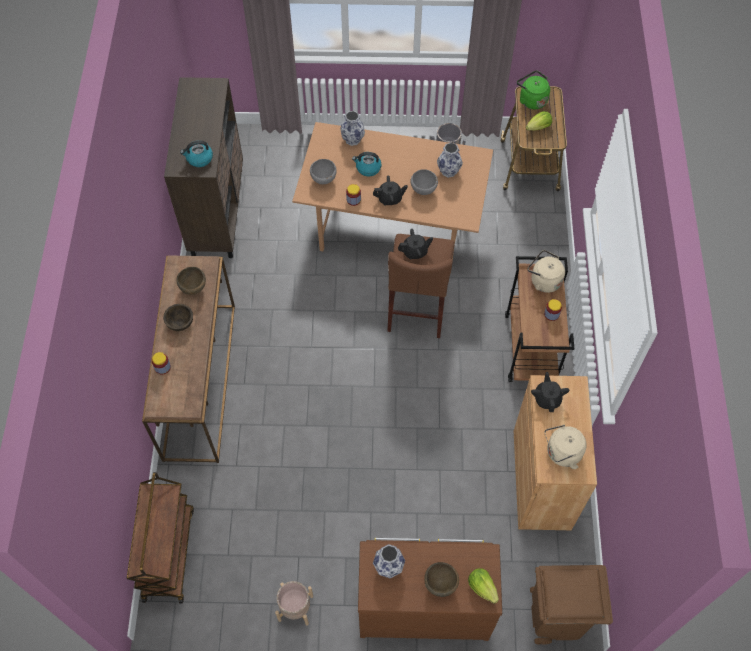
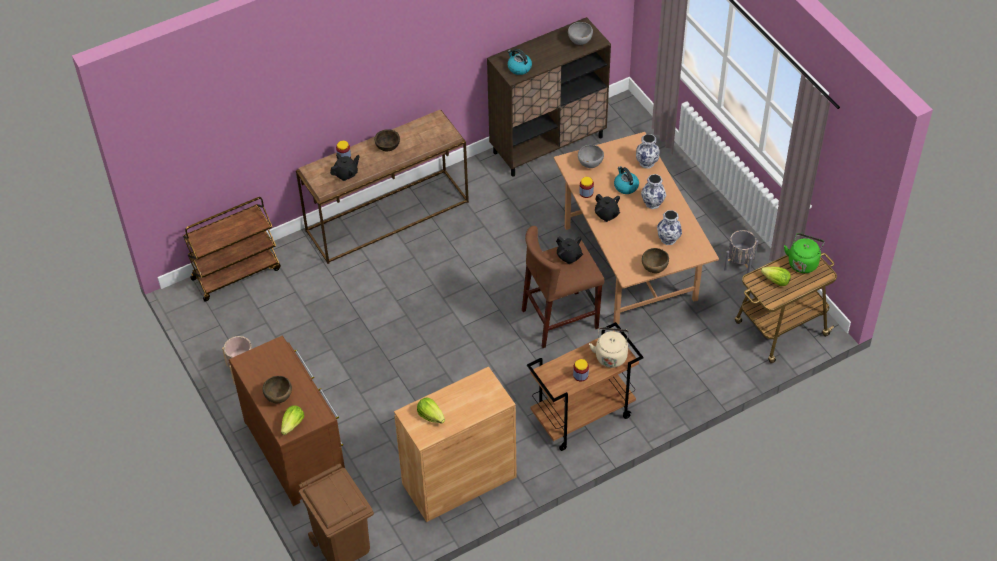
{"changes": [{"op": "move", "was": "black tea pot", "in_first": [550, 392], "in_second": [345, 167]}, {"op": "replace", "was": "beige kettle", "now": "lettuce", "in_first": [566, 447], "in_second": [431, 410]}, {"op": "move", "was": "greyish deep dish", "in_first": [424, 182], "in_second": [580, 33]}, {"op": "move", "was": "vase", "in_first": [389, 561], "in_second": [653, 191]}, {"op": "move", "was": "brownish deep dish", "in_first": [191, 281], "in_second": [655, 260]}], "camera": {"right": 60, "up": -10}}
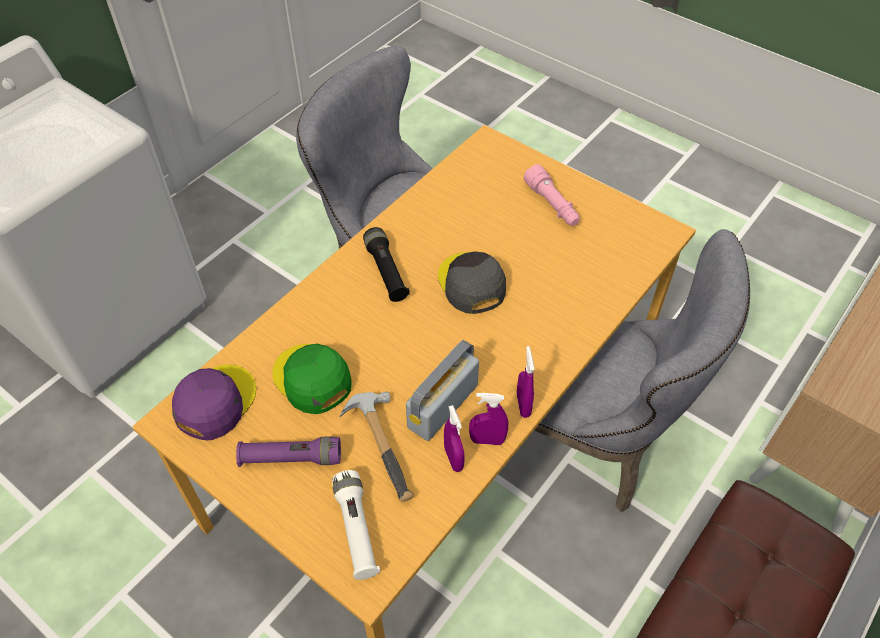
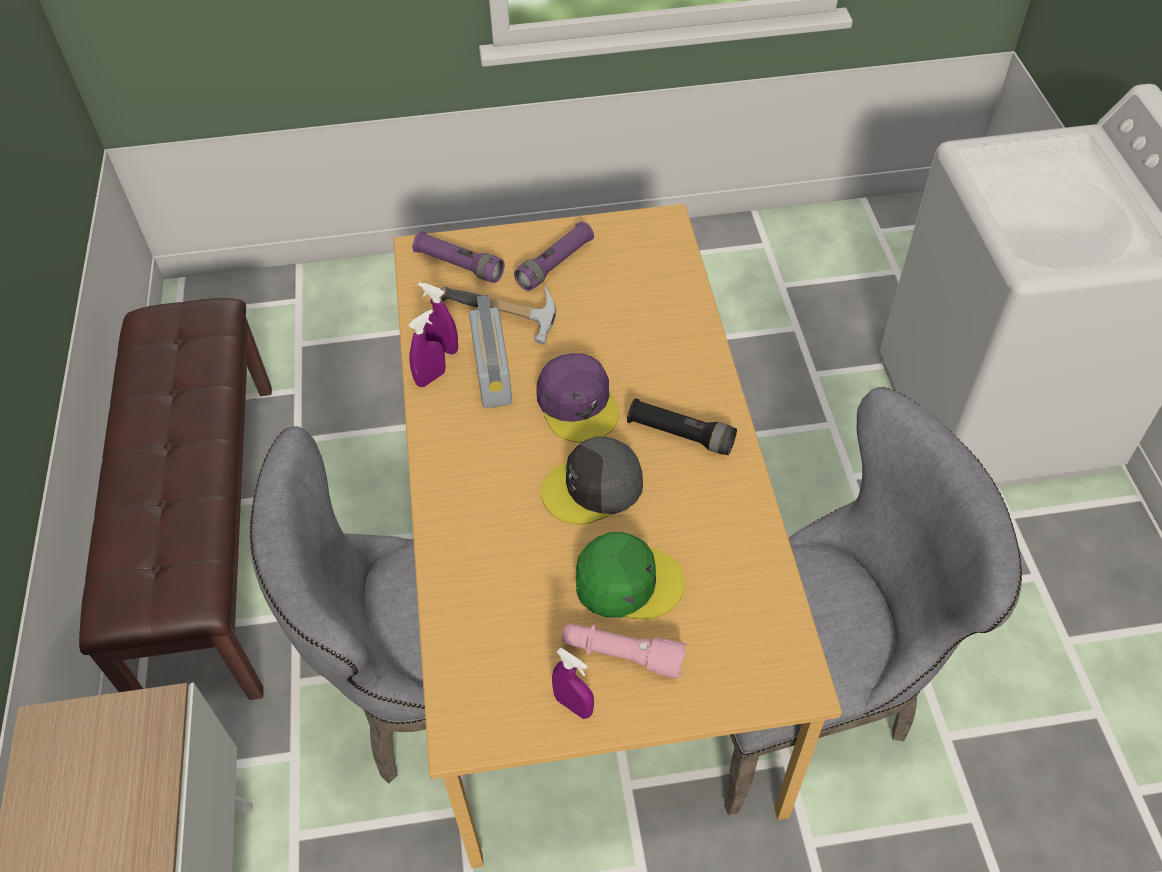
{"changes": [{"op": "recolor", "was": "white-coloured flashlight", "now": "purple flashlight", "in_first": [356, 525], "in_second": [458, 257]}, {"op": "move", "was": "purple peaked cap", "in_first": [214, 402], "in_second": [577, 398]}, {"op": "rotate", "was": "greyish peaked cap", "in_first": [472, 282], "in_second": [592, 480], "clockwise": 135}, {"op": "move", "was": "purple hand sprayer", "in_first": [525, 382], "in_second": [573, 683]}, {"op": "move", "was": "green-coloured peaked cap", "in_first": [312, 379], "in_second": [630, 575]}], "camera": {"right": 135, "up": 0}}
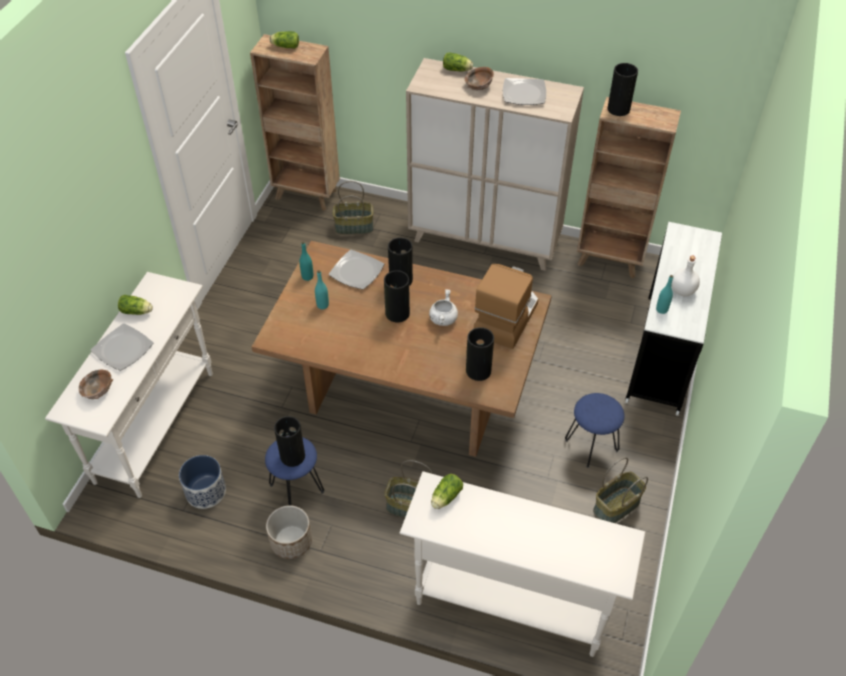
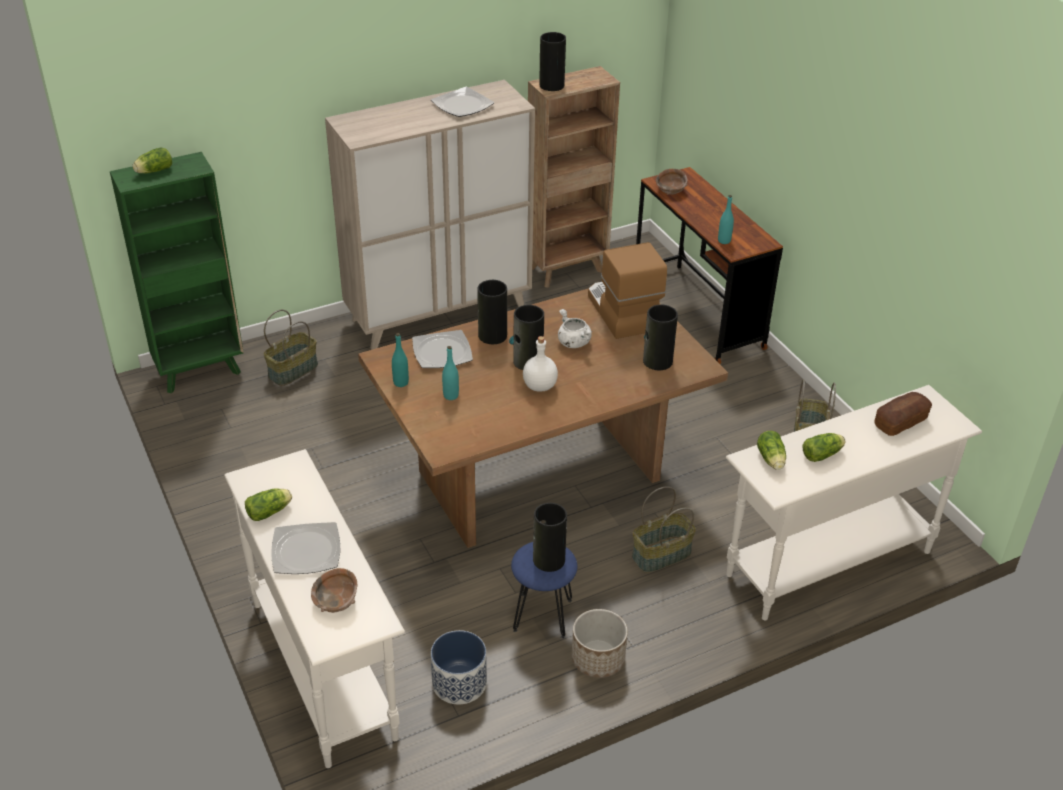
{"changes": [{"op": "recolor", "was": "brownish bookcase", "now": "green-coloured bookcase", "in_first": [295, 122], "in_second": [177, 272]}, {"op": "move", "was": "white-coloured bottle", "in_first": [685, 276], "in_second": [540, 364]}, {"op": "recolor", "was": "white-coloured desk", "now": "brownish desk", "in_first": [673, 319], "in_second": [709, 265]}, {"op": "move", "was": "brownish deep dish", "in_first": [479, 78], "in_second": [672, 182]}, {"op": "move", "was": "lettuce", "in_first": [458, 61], "in_second": [823, 447]}, {"op": "insert", "now": "baked bread", "in_second": [903, 414]}, {"op": "delete", "was": "blue-coloured stool seat", "in_first": [595, 430]}], "camera": {"right": -45, "up": -10}}
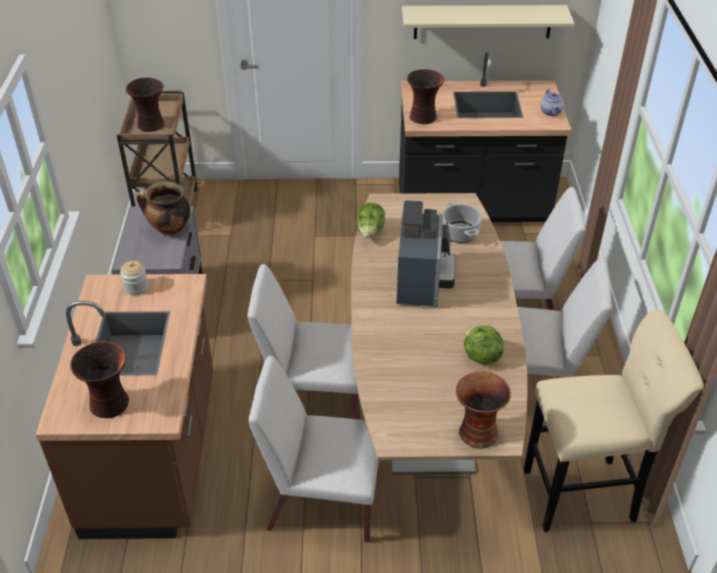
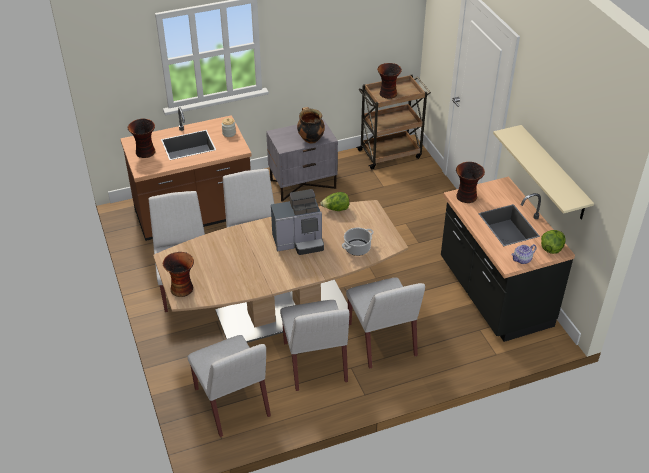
{"changes": [{"op": "replace", "was": "beige stool seat", "now": "white-coloured plain chair", "in_first": [614, 421], "in_second": [229, 386]}, {"op": "move", "was": "lettuce", "in_first": [484, 344], "in_second": [553, 242]}], "camera": {"right": 70, "up": 0}}
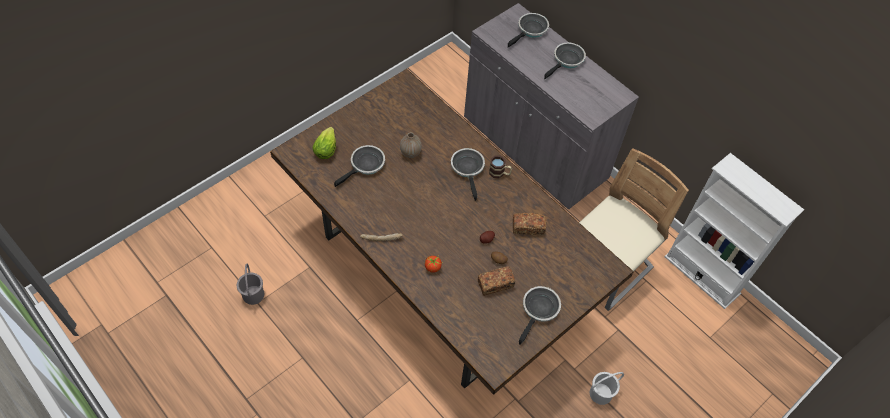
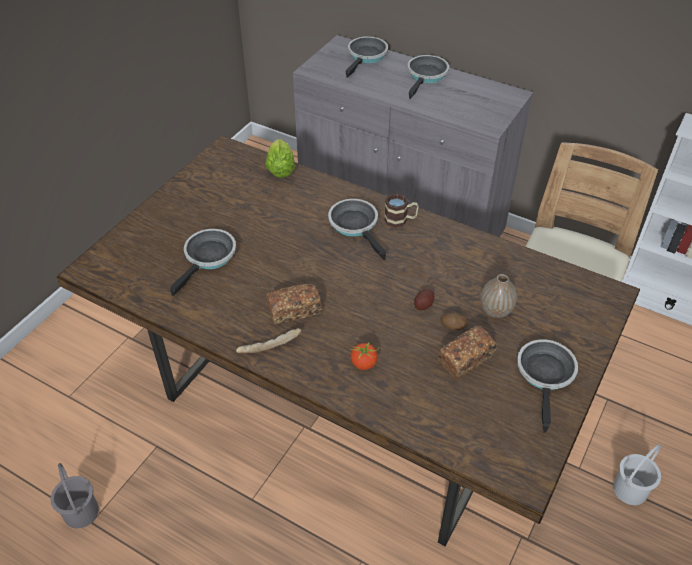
{"changes": [{"op": "move", "was": "lettuce", "in_first": [324, 143], "in_second": [280, 158]}, {"op": "move", "was": "baked bread", "in_first": [529, 224], "in_second": [294, 304]}, {"op": "move", "was": "vase", "in_first": [411, 145], "in_second": [498, 296]}], "camera": {"right": -15, "up": -10}}
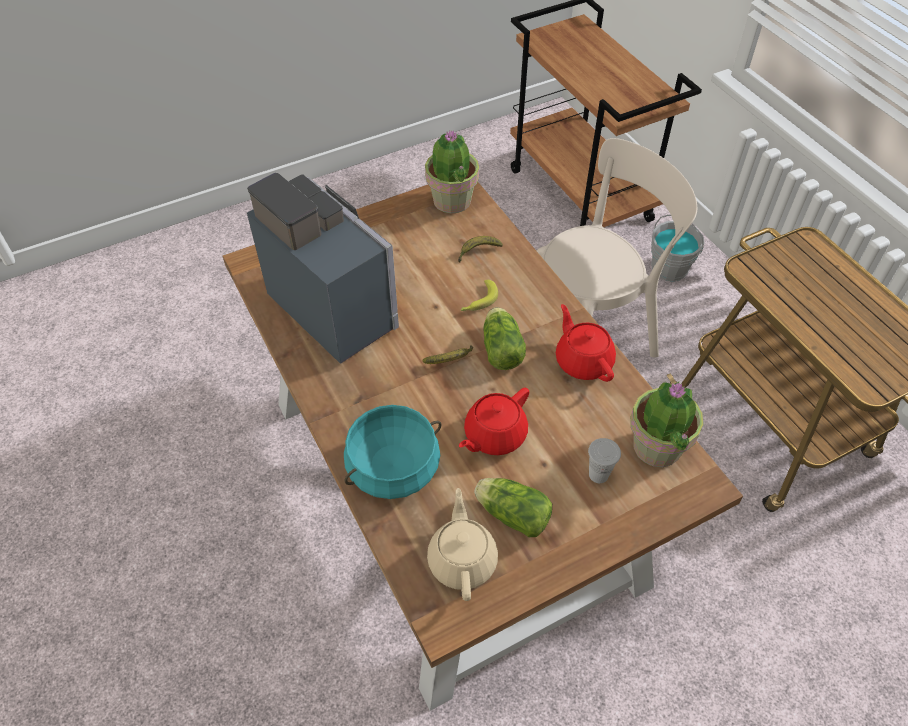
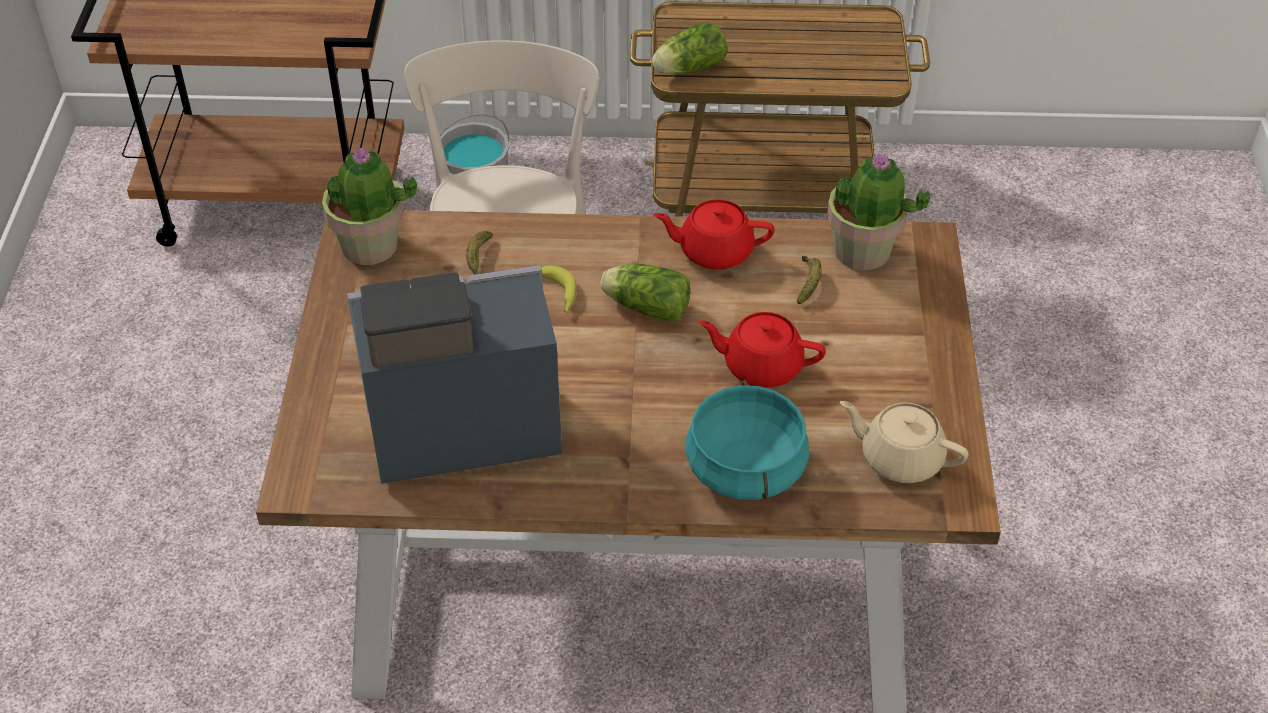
{"changes": [{"op": "move", "was": "lettuce", "in_first": [513, 507], "in_second": [689, 48]}, {"op": "rotate", "was": "reddish tea pot", "in_first": [494, 421], "in_second": [762, 350], "clockwise": 120}, {"op": "move", "was": "banana fruit", "in_first": [447, 354], "in_second": [809, 280]}, {"op": "delete", "was": "white-coloured cup", "in_first": [604, 460]}], "camera": {"right": -60, "up": -5}}
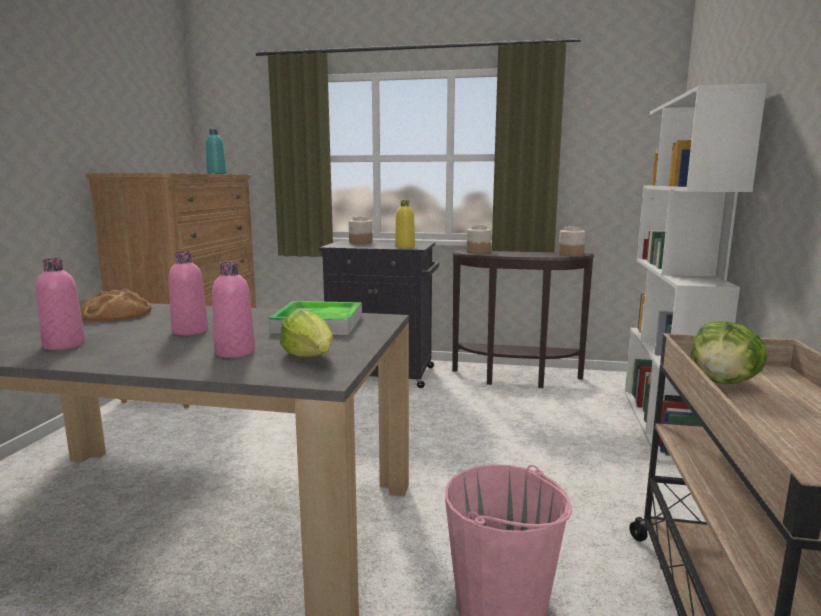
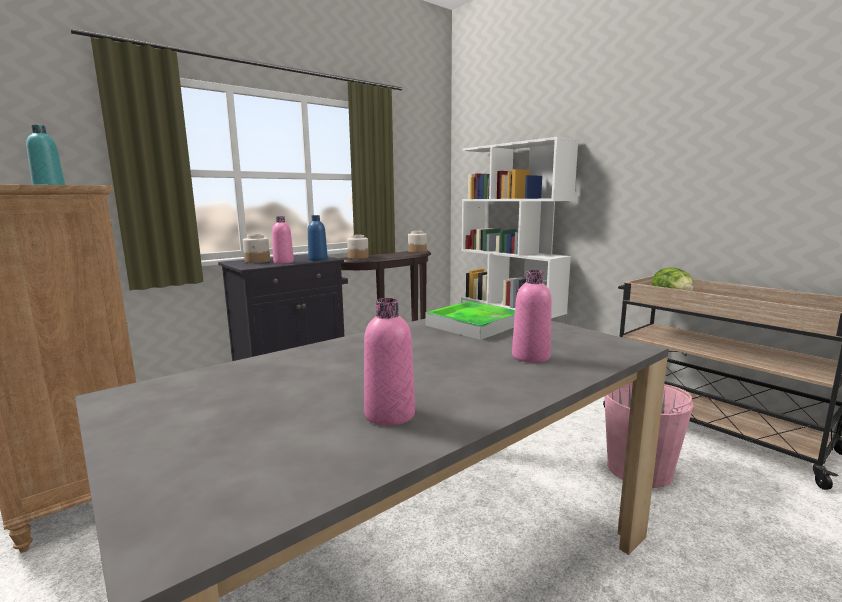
{"changes": [{"op": "move", "was": "pink bottle", "in_first": [188, 293], "in_second": [283, 240]}, {"op": "recolor", "was": "yellow-coloured bottle", "now": "blue-coloured bottle", "in_first": [405, 224], "in_second": [318, 238]}, {"op": "delete", "was": "baked bread", "in_first": [116, 305]}, {"op": "delete", "was": "lettuce", "in_first": [306, 333]}], "camera": {"right": -50, "up": 0}}
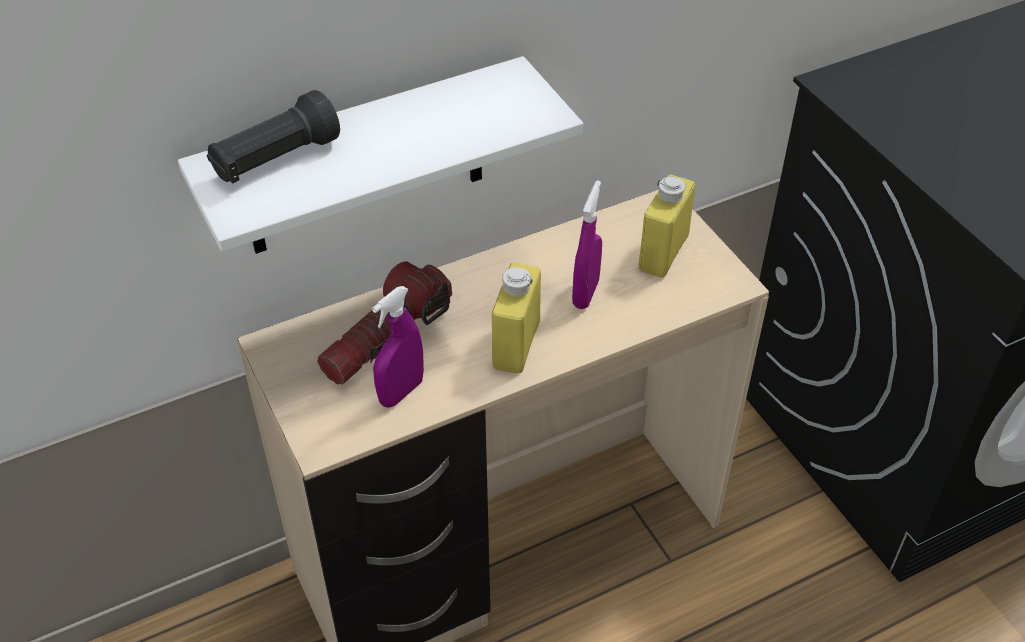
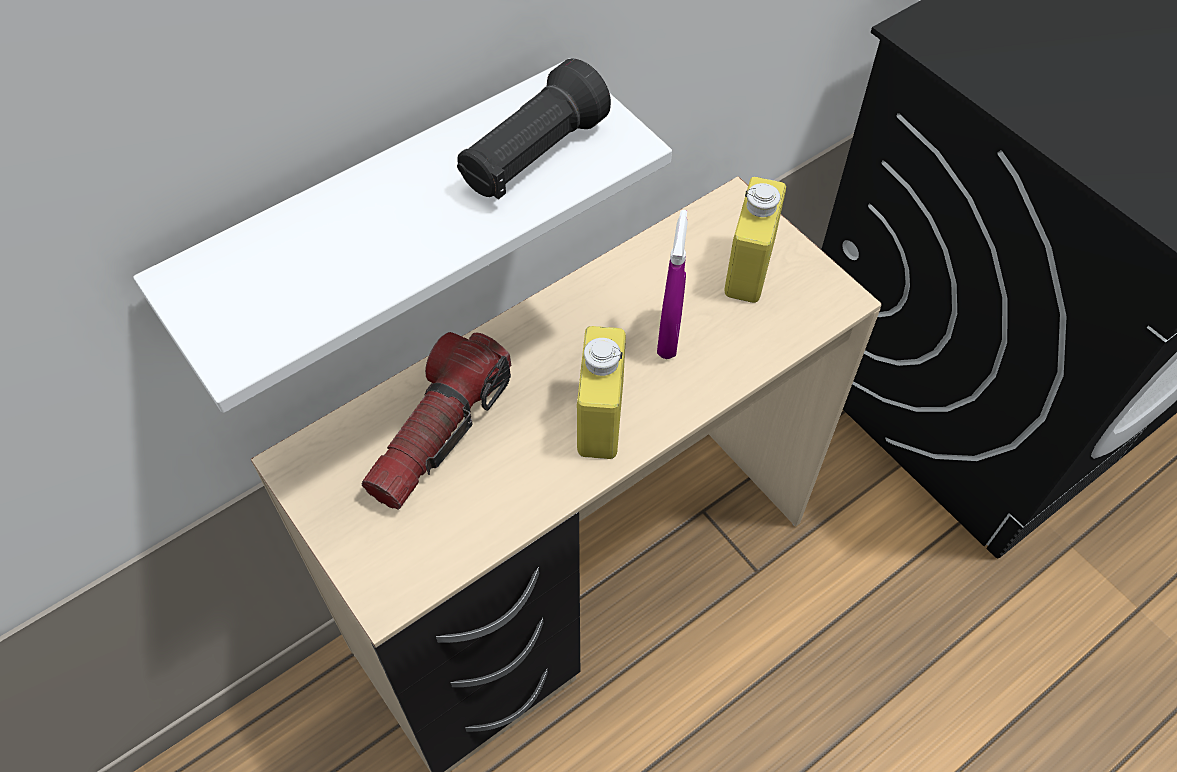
{"changes": [{"op": "move", "was": "black flashlight", "in_first": [273, 137], "in_second": [534, 128]}, {"op": "delete", "was": "purple hand sprayer", "in_first": [398, 347]}], "camera": {"right": -10, "up": 10}}
